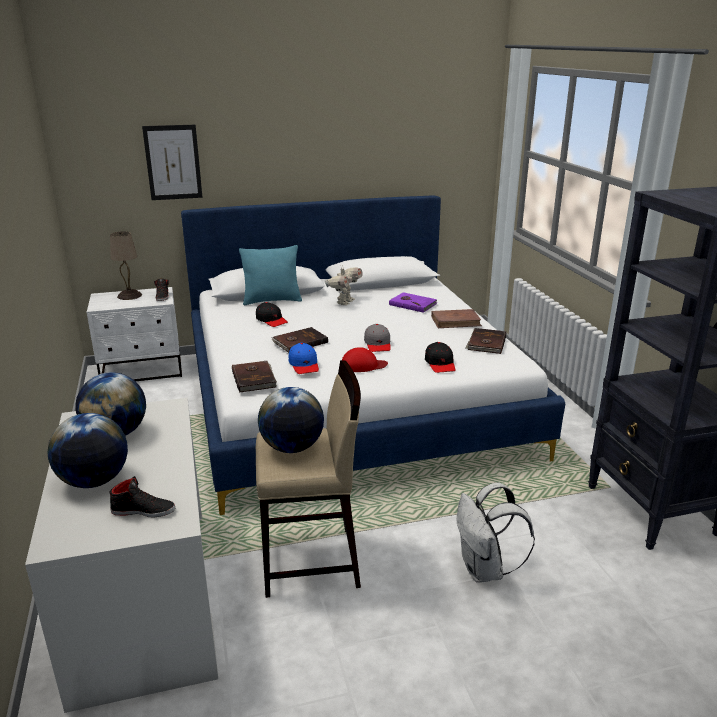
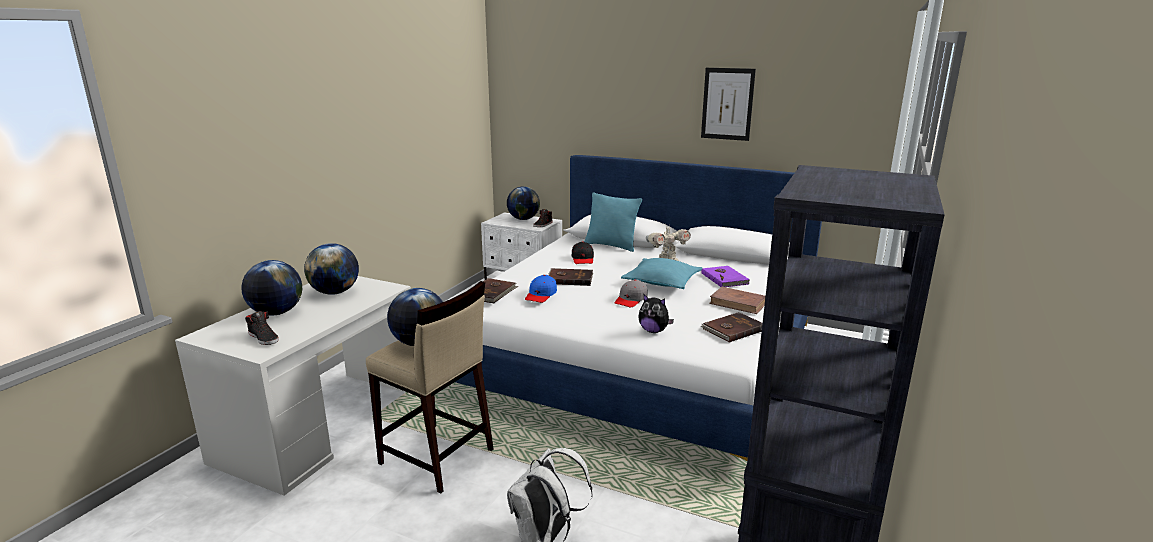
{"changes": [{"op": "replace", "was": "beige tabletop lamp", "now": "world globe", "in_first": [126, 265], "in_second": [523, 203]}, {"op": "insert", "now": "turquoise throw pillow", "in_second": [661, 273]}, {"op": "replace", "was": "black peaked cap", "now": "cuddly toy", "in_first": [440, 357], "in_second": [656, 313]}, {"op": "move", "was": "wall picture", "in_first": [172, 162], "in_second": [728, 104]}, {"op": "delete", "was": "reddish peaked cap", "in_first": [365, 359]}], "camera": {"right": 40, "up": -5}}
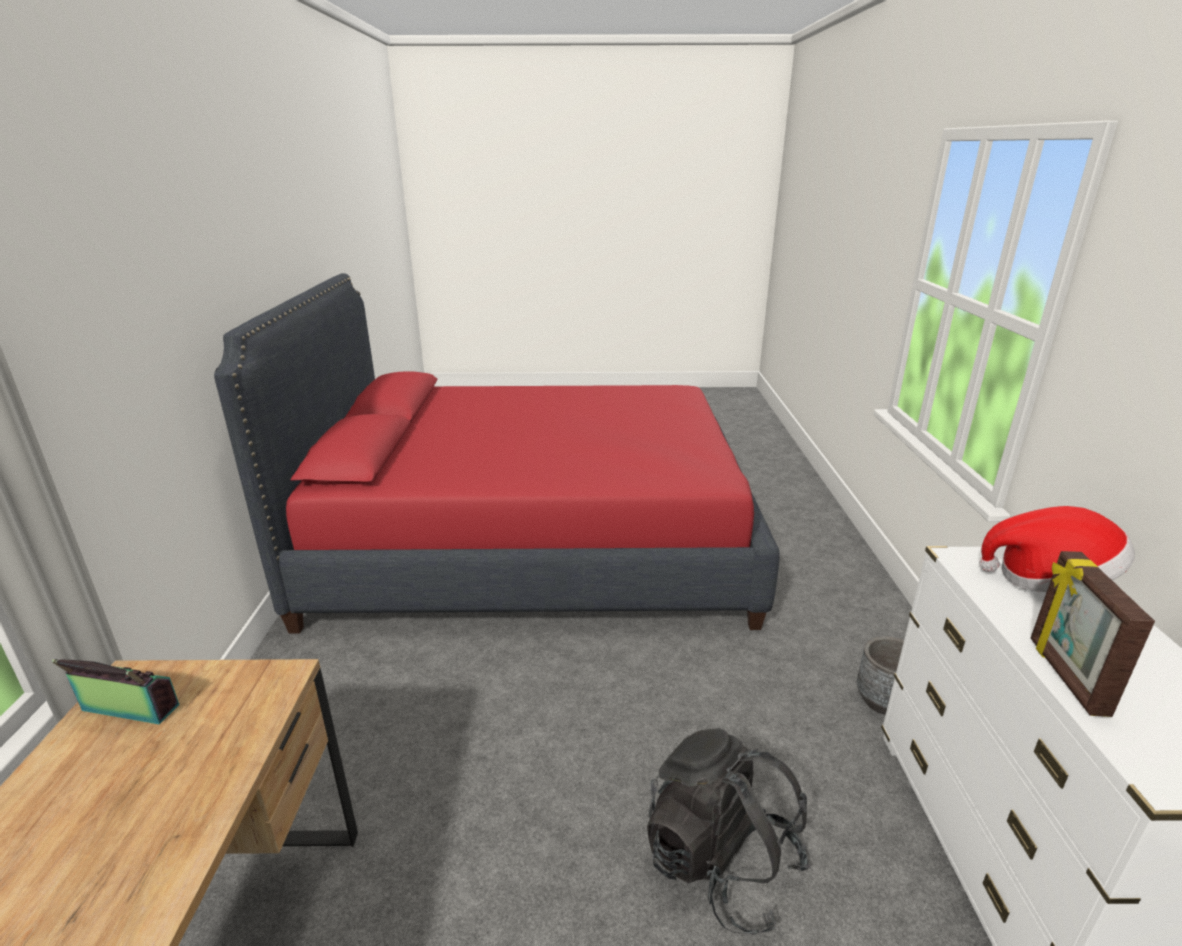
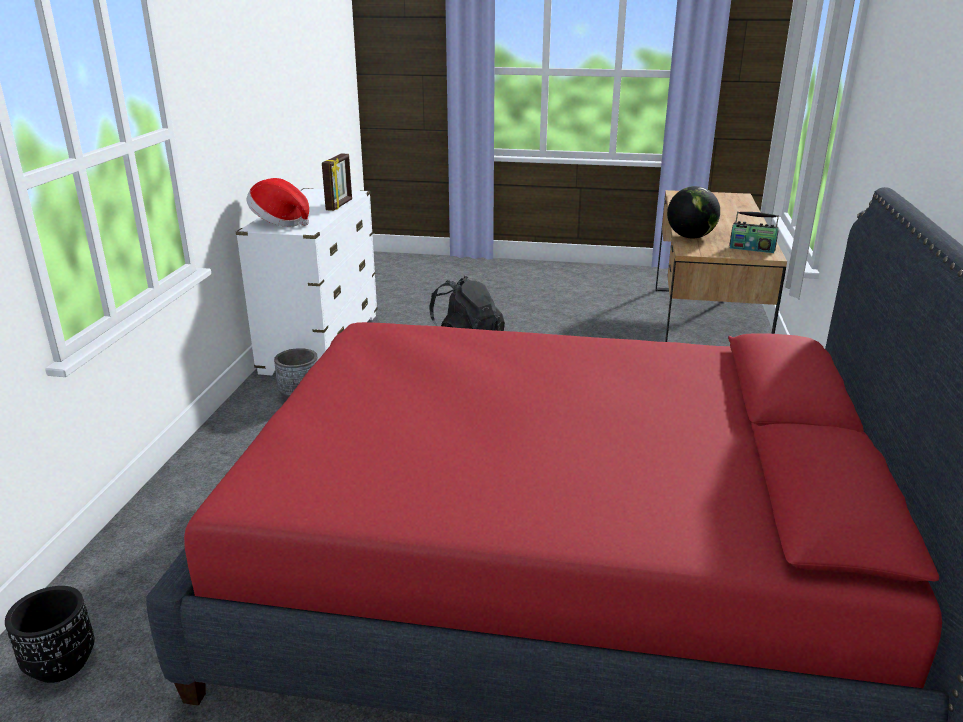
{"changes": [{"op": "insert", "now": "black plant pot", "in_second": [50, 634]}, {"op": "insert", "now": "world globe", "in_second": [693, 212]}], "camera": {"right": -170, "up": 0}}
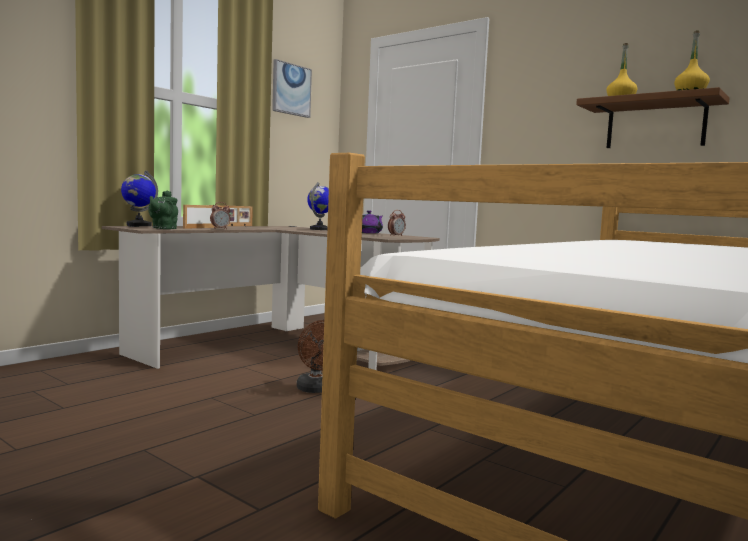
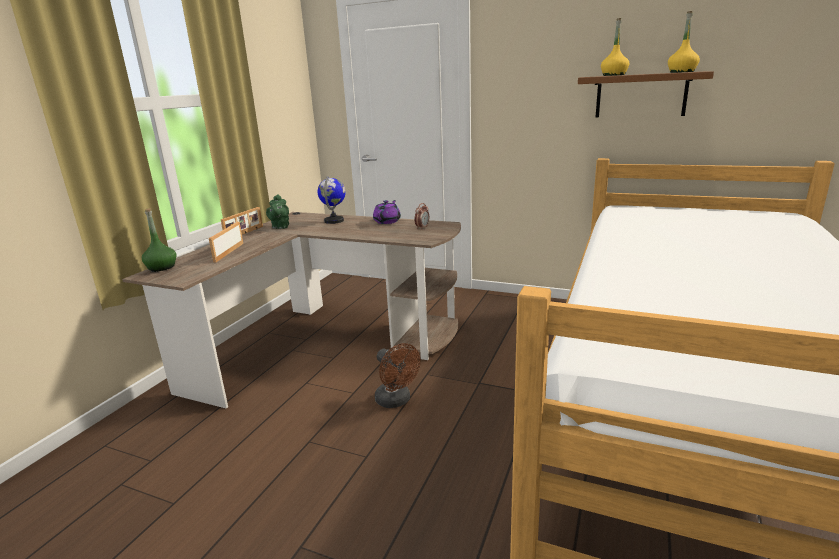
{"changes": [{"op": "replace", "was": "world globe", "now": "green-coloured bottle", "in_first": [139, 198], "in_second": [159, 239]}, {"op": "move", "was": "green-coloured tea pot", "in_first": [163, 210], "in_second": [277, 211]}, {"op": "delete", "was": "alarm clock", "in_first": [220, 215]}, {"op": "delete", "was": "wall picture", "in_first": [292, 88]}], "camera": {"right": -15, "up": 15}}
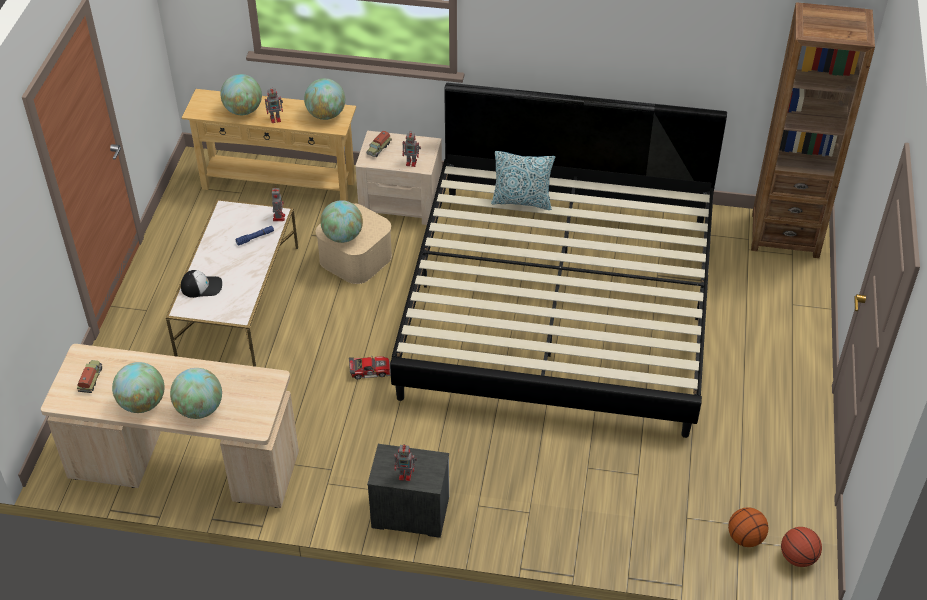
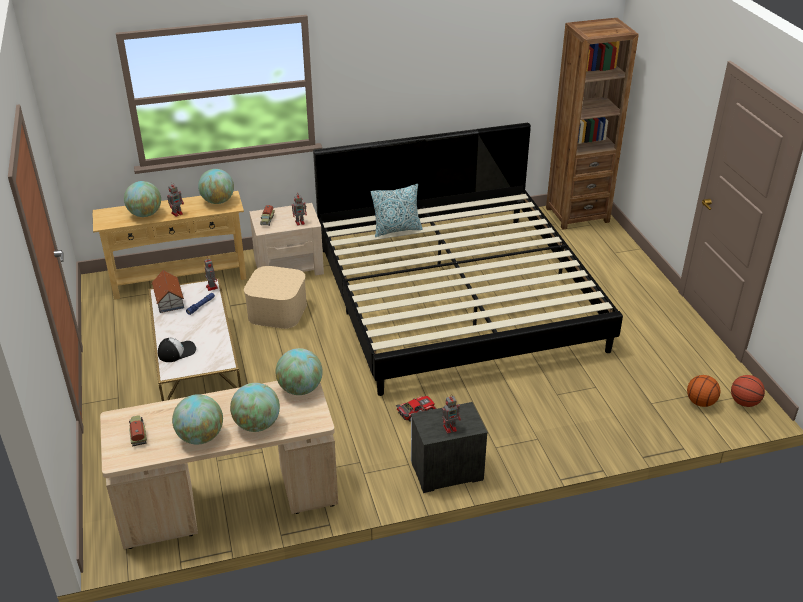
{"changes": [{"op": "insert", "now": "toy house", "in_second": [168, 291]}, {"op": "move", "was": "world globe", "in_first": [341, 221], "in_second": [299, 371]}, {"op": "move", "was": "model car", "in_first": [370, 367], "in_second": [416, 408]}], "camera": {"right": -25, "up": -10}}
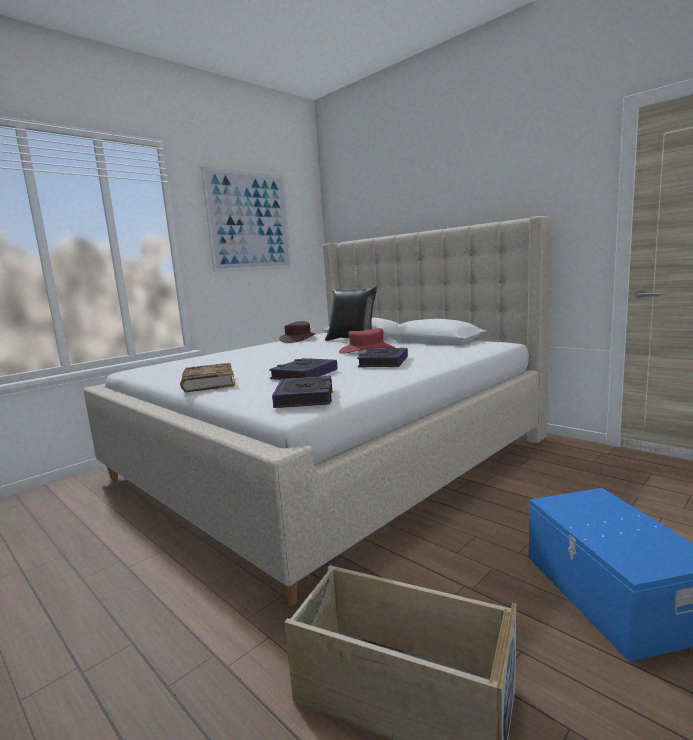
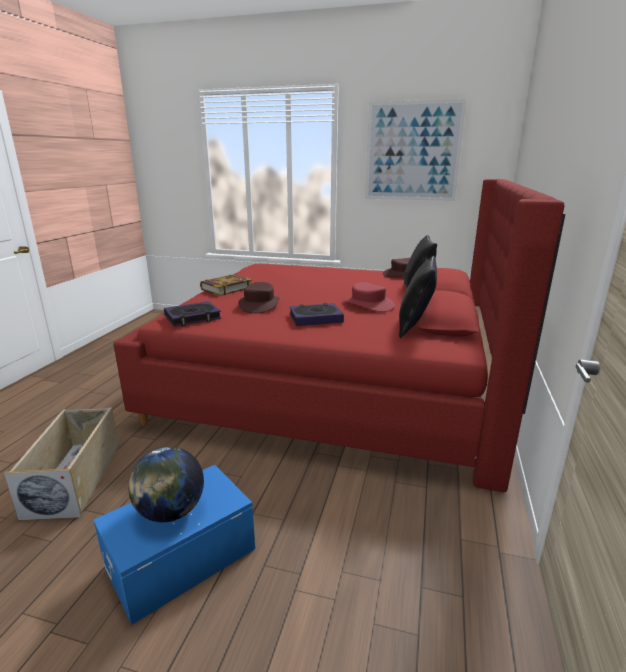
{"changes": [{"op": "recolor", "was": "beige bed", "now": "reddish bed", "in_first": [317, 411], "in_second": [339, 335]}, {"op": "insert", "now": "world globe", "in_second": [166, 484]}, {"op": "replace", "was": "volume", "now": "brownish clothing hat", "in_first": [303, 369], "in_second": [259, 297]}, {"op": "insert", "now": "black throw pillow", "in_second": [418, 297]}], "camera": {"right": 60, "up": 10}}
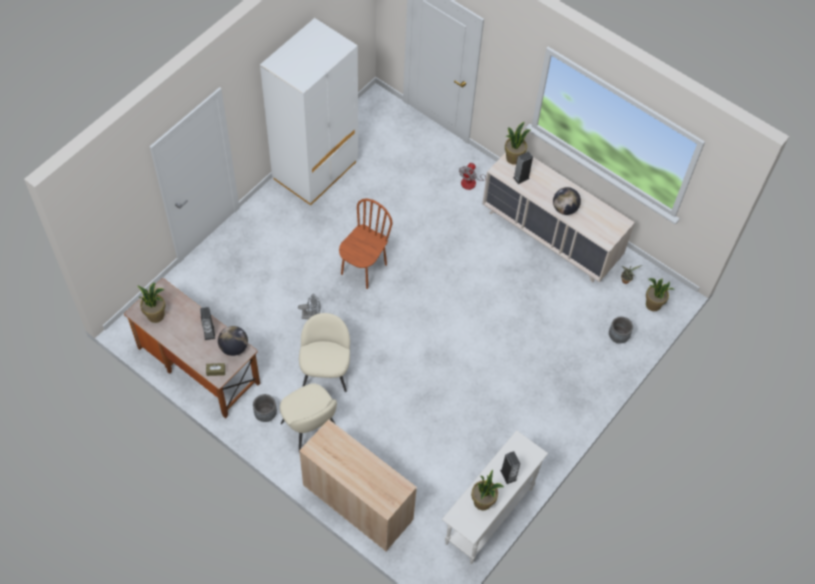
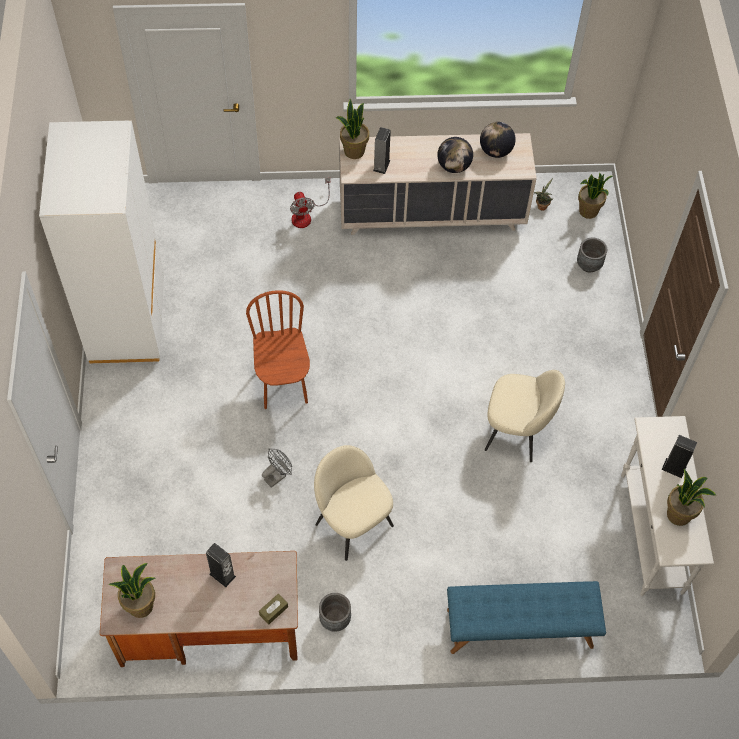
{"changes": [{"op": "replace", "was": "beige cabinet", "now": "blue-coloured long seat", "in_first": [358, 485], "in_second": [526, 617]}, {"op": "move", "was": "world globe", "in_first": [233, 341], "in_second": [498, 140]}, {"op": "move", "was": "beige plain chair", "in_first": [308, 416], "in_second": [525, 416]}], "camera": {"right": -40, "up": 0}}
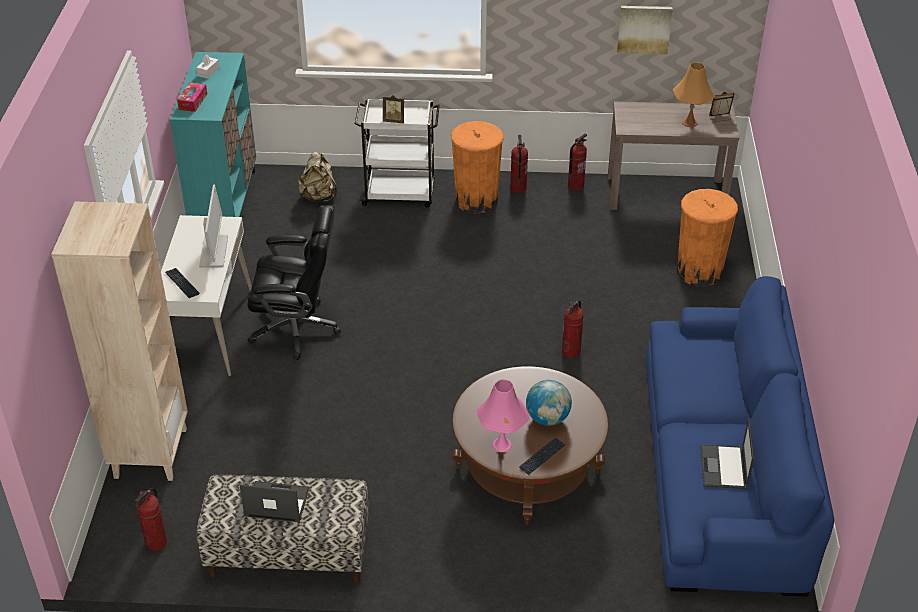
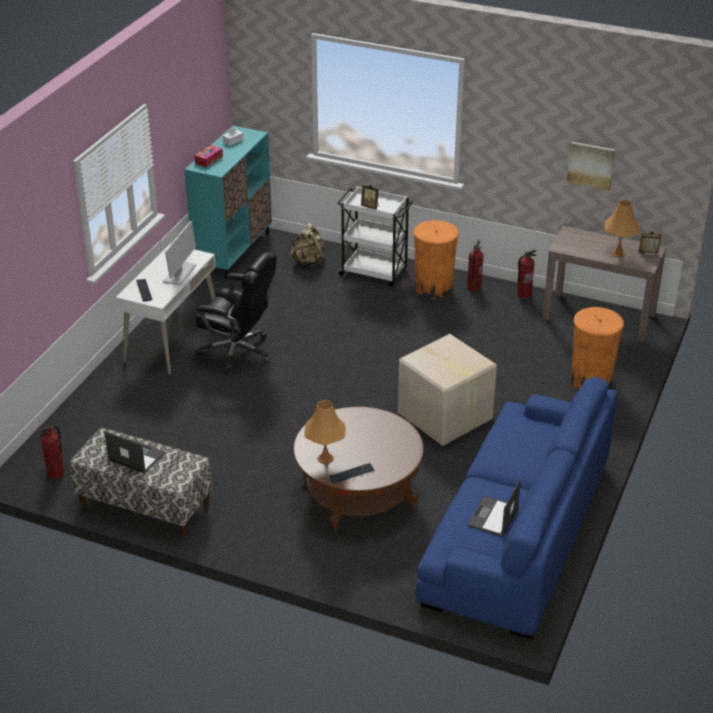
{"changes": [{"op": "recolor", "was": "pink tabletop lamp", "now": "orange tabletop lamp", "in_first": [503, 415], "in_second": [325, 432]}, {"op": "replace", "was": "fire extinguisher", "now": "packing box", "in_first": [573, 329], "in_second": [447, 390]}, {"op": "delete", "was": "beige bookcase", "in_first": [119, 341]}, {"op": "delete", "was": "world globe", "in_first": [549, 403]}], "camera": {"right": 20, "up": -5}}
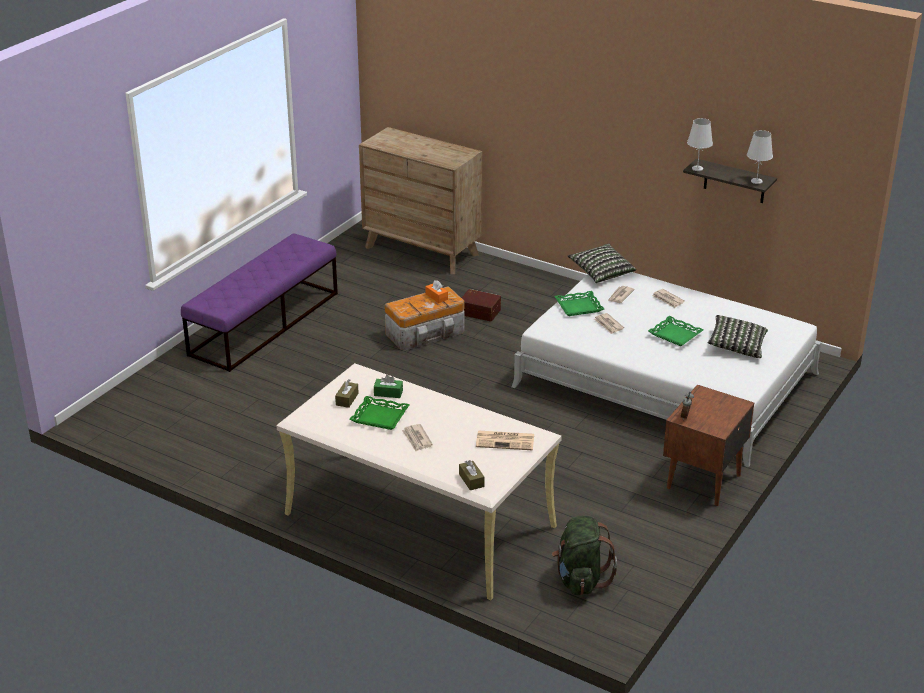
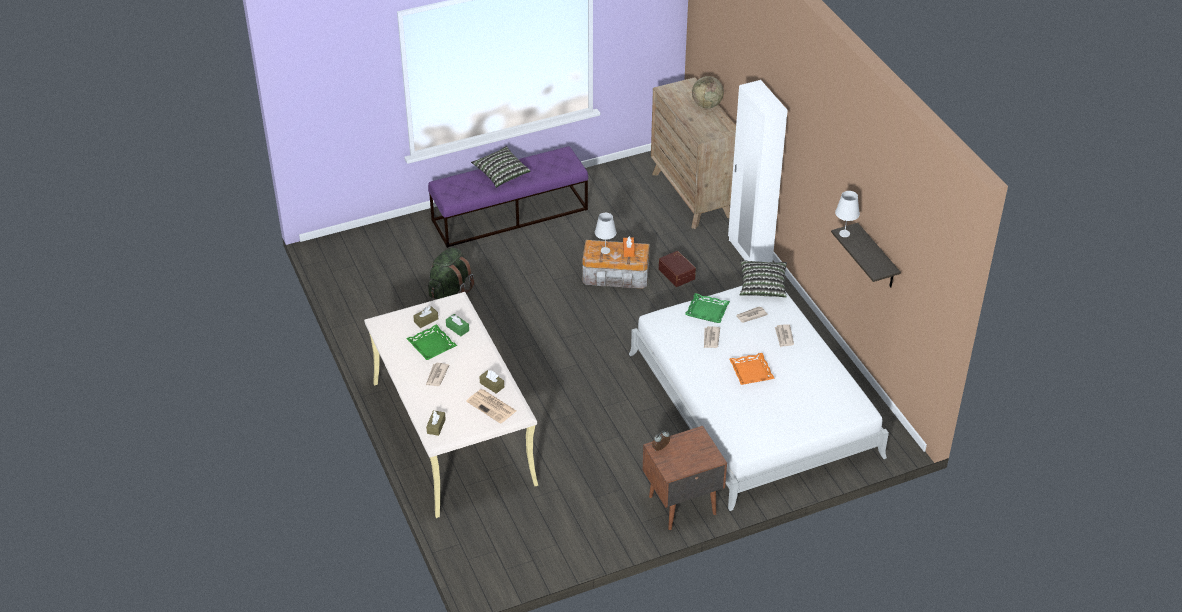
{"changes": [{"op": "move", "was": "green-coloured backpack", "in_first": [584, 555], "in_second": [451, 273]}, {"op": "move", "was": "throw pillow", "in_first": [738, 336], "in_second": [501, 167]}, {"op": "insert", "now": "brownish tissue holder", "in_second": [491, 382]}, {"op": "move", "was": "white-coloured tabletop lamp", "in_first": [760, 157], "in_second": [605, 233]}, {"op": "insert", "now": "world globe", "in_second": [708, 92]}, {"op": "insert", "now": "white-coloured clothes cupboard", "in_second": [758, 171]}, {"op": "recolor", "was": "green-coloured serving tray", "now": "orange serving tray", "in_first": [676, 331], "in_second": [752, 369]}], "camera": {"right": 35, "up": 10}}
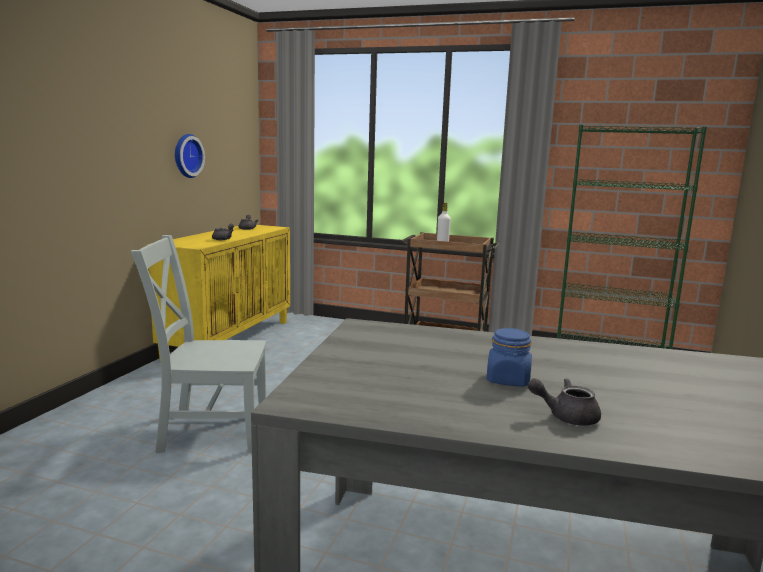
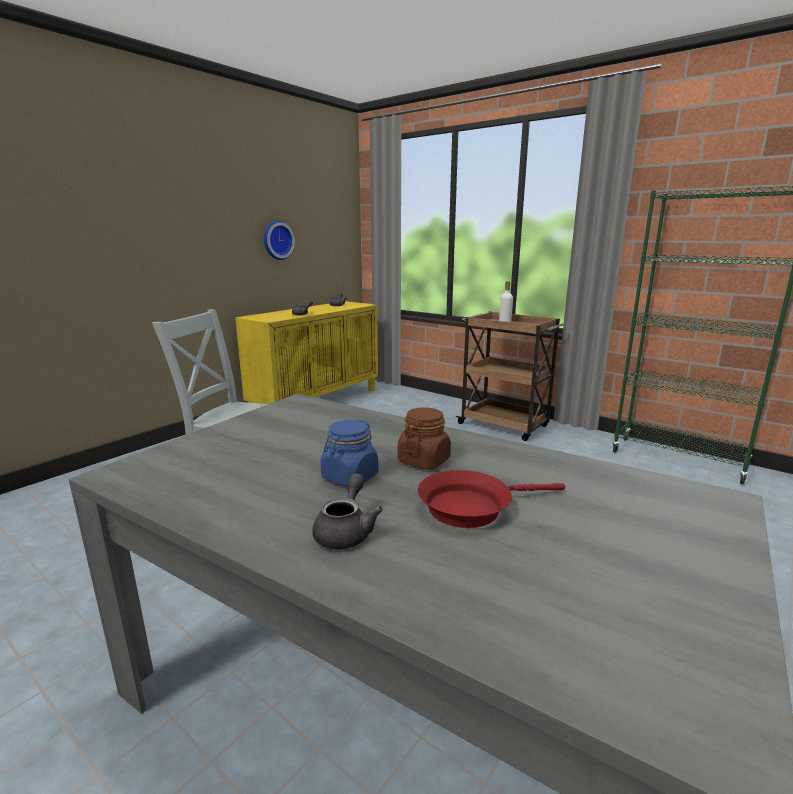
{"changes": [{"op": "rotate", "was": "greyish tea pot", "in_first": [564, 402], "in_second": [347, 511], "clockwise": 75}, {"op": "insert", "now": "brownish preserve jar", "in_second": [424, 438]}, {"op": "insert", "now": "reddish pan", "in_second": [491, 499]}], "camera": {"right": 20, "up": 5}}
